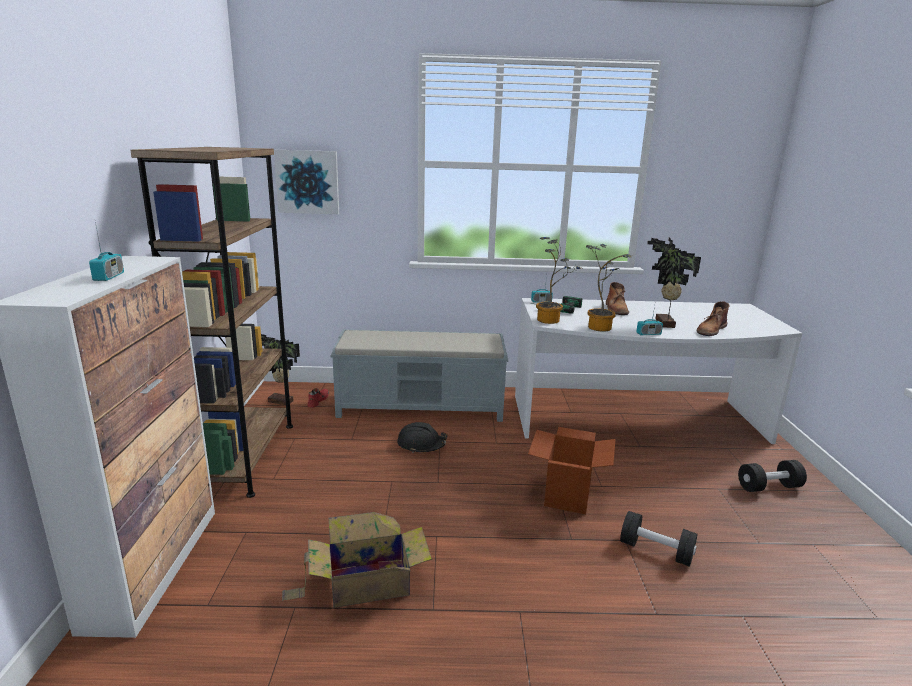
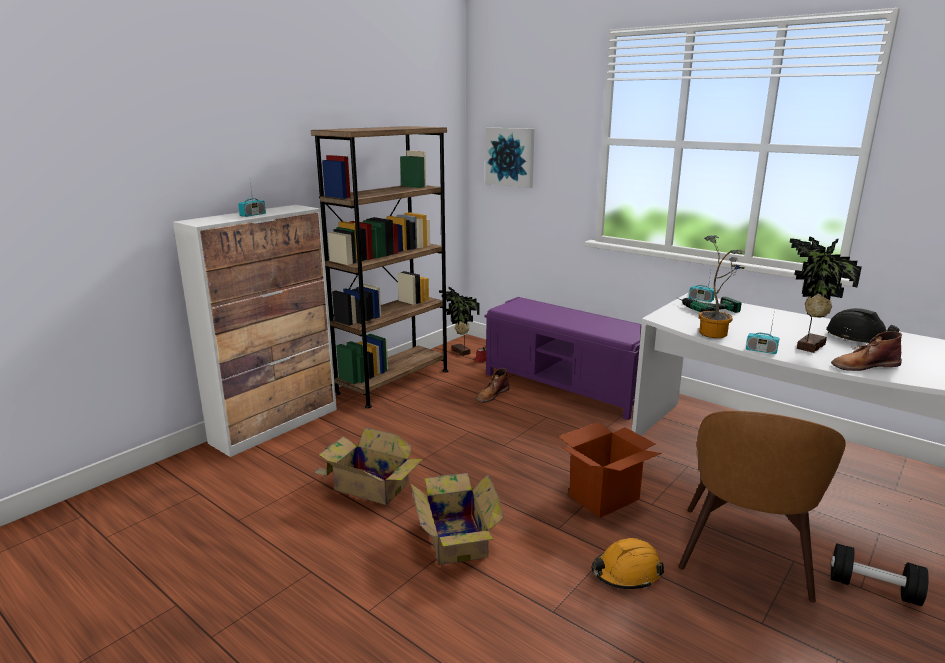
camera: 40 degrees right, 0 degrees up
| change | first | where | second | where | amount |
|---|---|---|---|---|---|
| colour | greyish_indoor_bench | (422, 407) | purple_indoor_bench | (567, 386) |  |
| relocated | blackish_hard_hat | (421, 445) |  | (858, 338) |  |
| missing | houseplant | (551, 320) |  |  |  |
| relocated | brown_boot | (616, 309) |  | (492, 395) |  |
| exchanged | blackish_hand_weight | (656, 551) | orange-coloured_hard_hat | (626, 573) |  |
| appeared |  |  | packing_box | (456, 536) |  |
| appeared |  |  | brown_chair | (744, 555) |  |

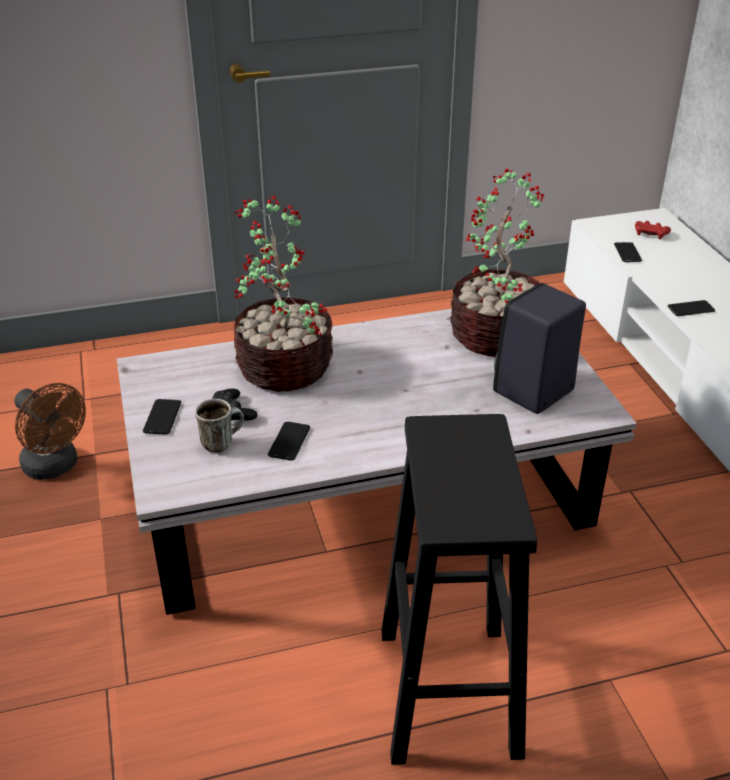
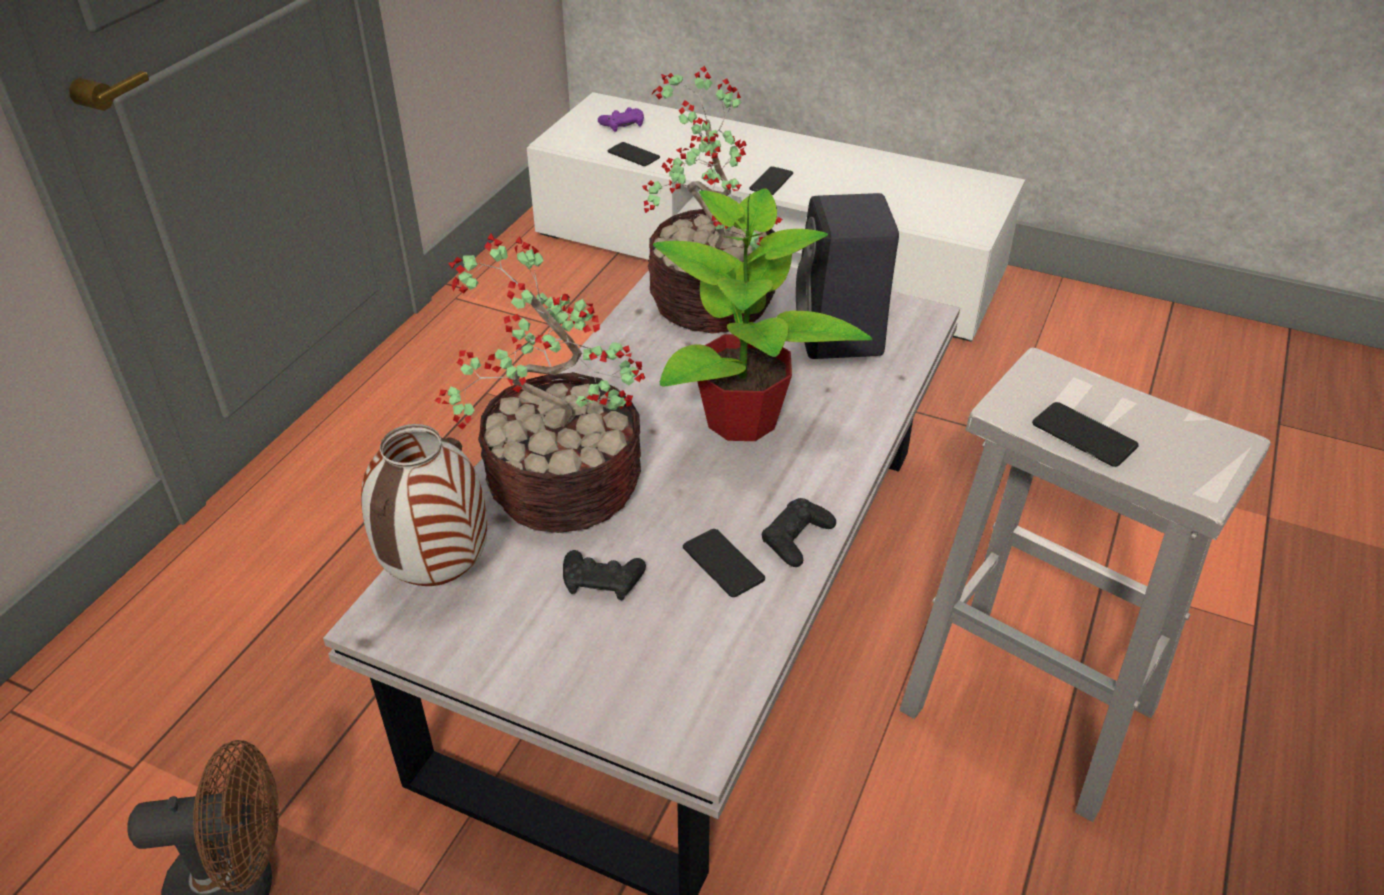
camera: 50 degrees left, 5 degrees up
| change | first | where | second | where | amount |
|---|---|---|---|---|---|
| relocated | phone | (162, 417) |  | (1084, 435) |  |
| missing | tea_mug | (222, 442) |  |  |  |
| colour | blackish_sitting_stool | (449, 694) | white_sitting_stool | (1032, 711) |  |
| colour | red_joypad | (650, 233) | purple_joypad | (622, 124) |  |
| appeared |  |  | flower_vase | (438, 573) |  |
| appeared |  |  | houseplant | (742, 421) |  |
| appeared |  |  | blackish_joypad | (796, 538) |  |

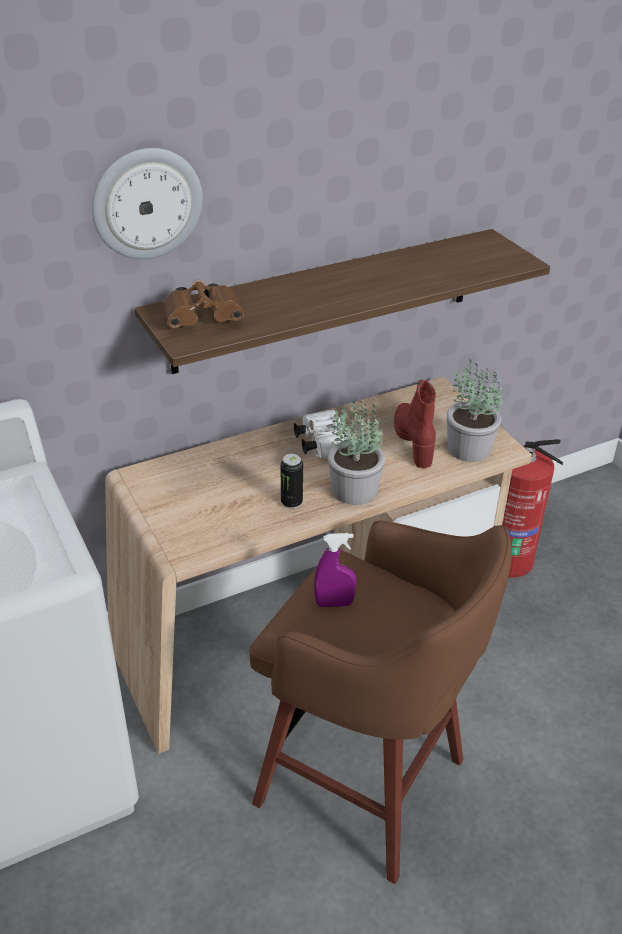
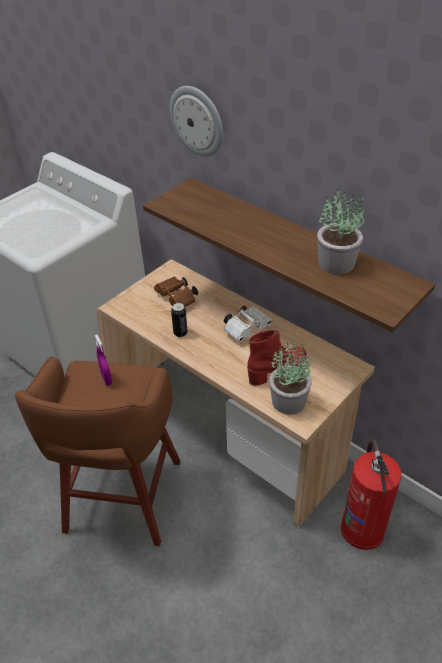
camera: 70 degrees right, 5 degrees up
| change | first | where | second | where | amount |
|---|---|---|---|---|---|
| relocated | brown_field_glasses | (205, 319) |  | (178, 299) |  |
| relocated | houseplant | (354, 489) |  | (337, 263) |  |

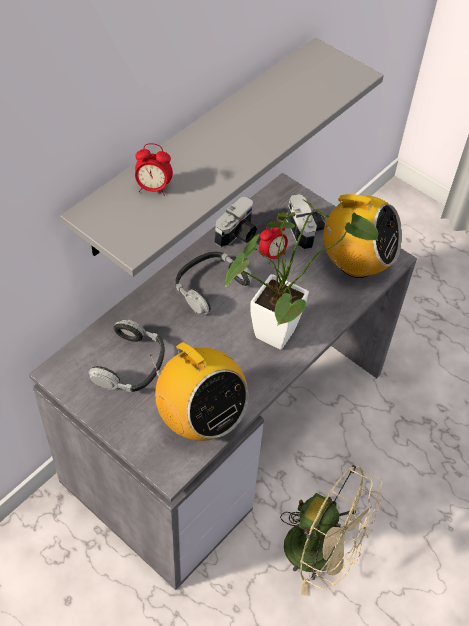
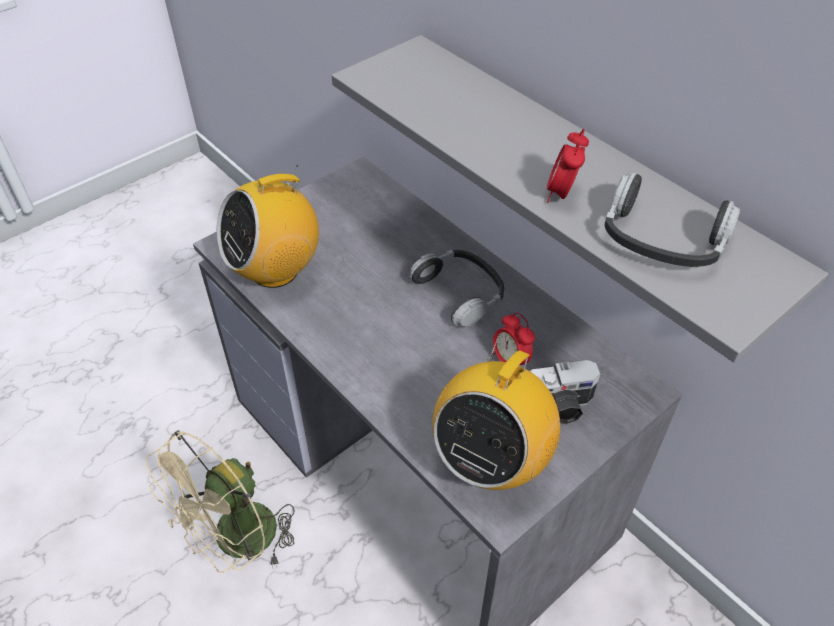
camera: 100 degrees right, 5 degrees down
| change | first | where | second | where | amount |
|---|---|---|---|---|---|
| relocated | headphones | (131, 365) |  | (663, 238) |  |
| relocated | bedside_clock | (153, 188) |  | (562, 194) |  |
| missing | photo_camera | (238, 235) |  |  |  |
| missing | houseplant | (280, 327) |  |  |  |

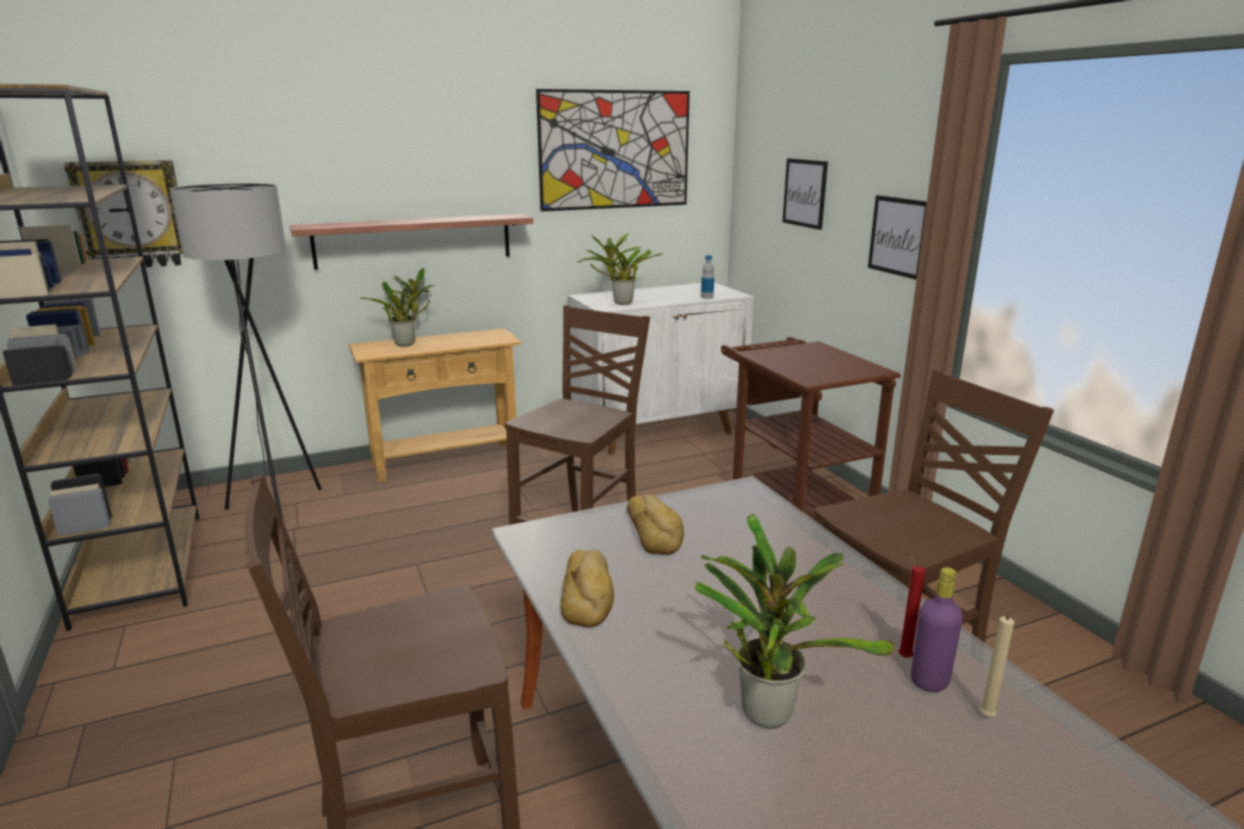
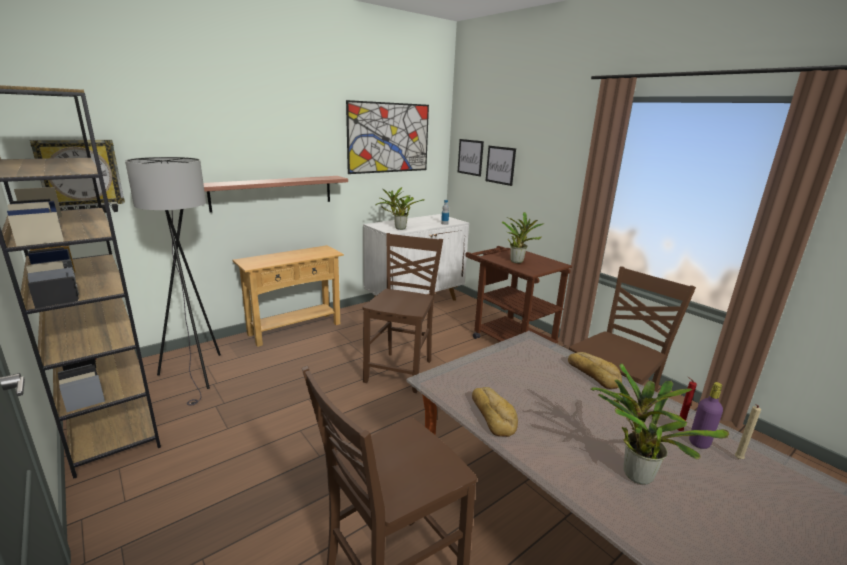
camera: 15 degrees left, 0 degrees up
| change | first | where | second | where | amount |
|---|---|---|---|---|---|
| relocated | houseplant | (407, 343) |  | (517, 261) |  |
| relocated | bakery_bread | (654, 531) |  | (593, 374) |  |
| relocated | wall_picture | (898, 236) |  | (470, 157) |  |

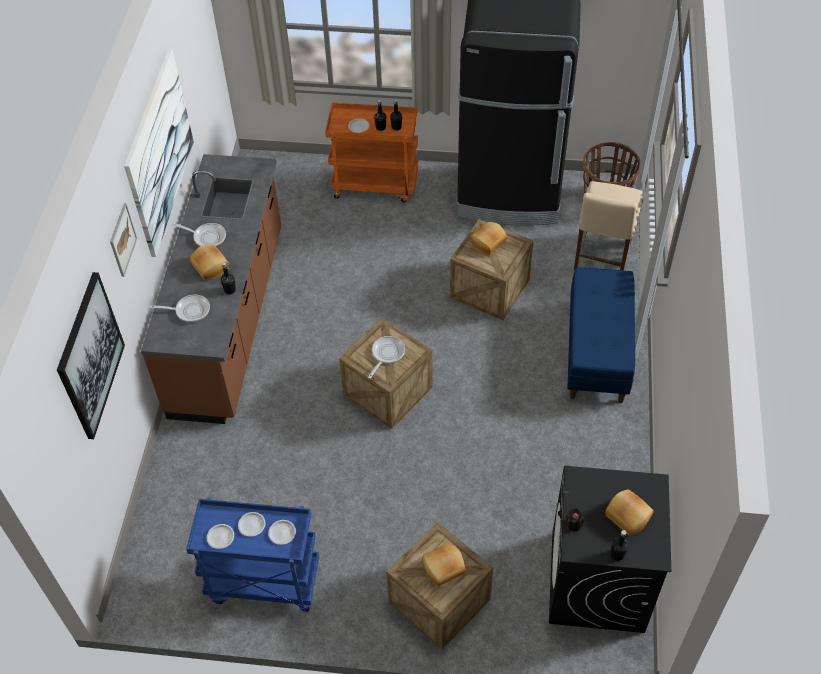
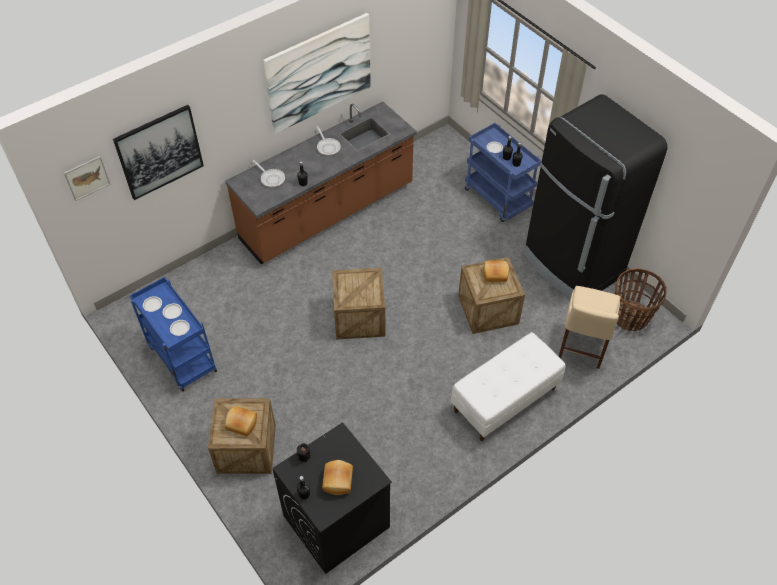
camera: 45 degrees right, 0 degrees up
| change | first | where | second | where | amount |
|---|---|---|---|---|---|
| relocated | wall_picture | (122, 240) |  | (87, 178) |  |
| missing | bakery_bread | (211, 266) |  |  |  |
| colour | orange-coloured_wheeled_cart | (376, 185) | blue_wheeled_cart | (498, 199) |  |
| missing | frying_pan | (386, 354) |  |  |  |
| colour | blue_indoor_bench | (597, 352) | white_indoor_bench | (504, 400) |  |
| spun | beige-coloured_chair | (601, 258) |  | (581, 348) | 45 degrees counterclockwise |

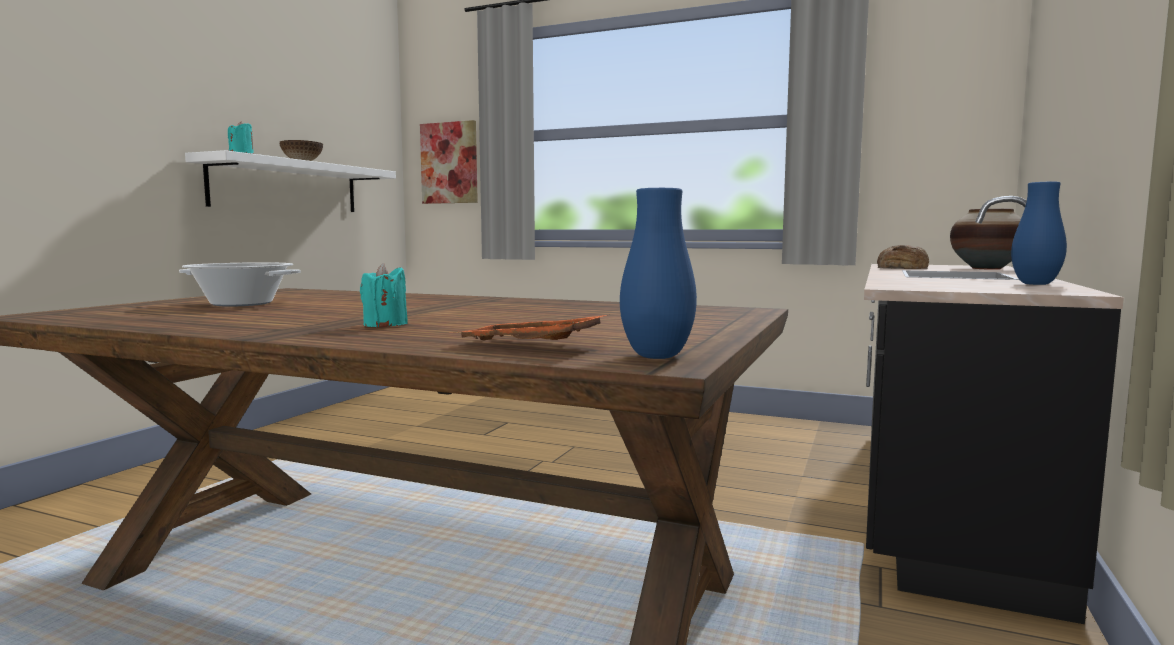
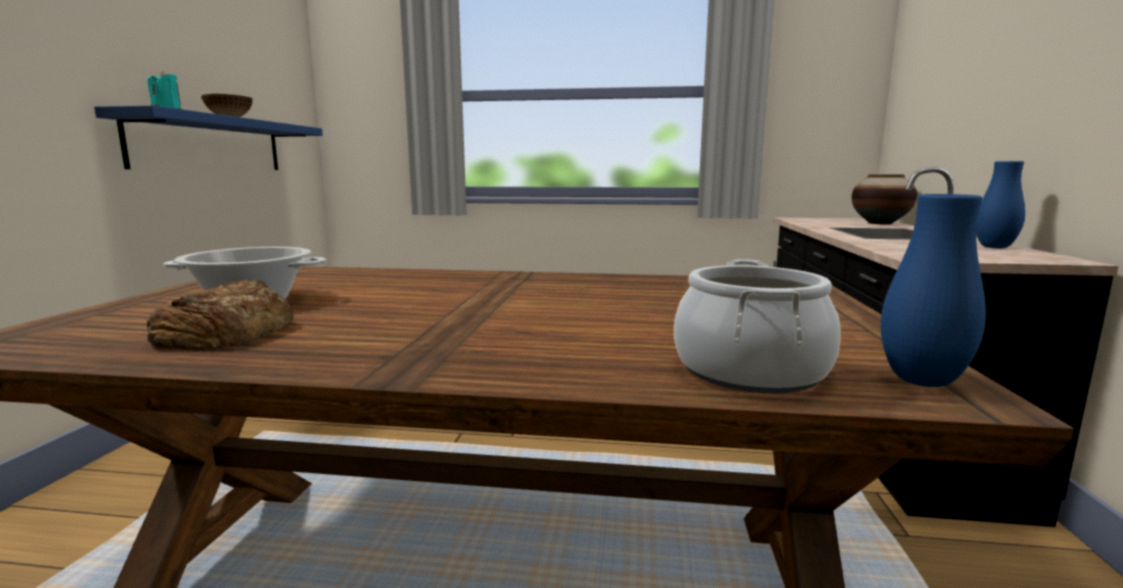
camera: 15 degrees left, 5 degrees up
| change | first | where | second | where | amount |
|---|---|---|---|---|---|
| colour | white_bracket_shelf | (287, 187) | blue_bracket_shelf | (210, 145) |  |
| missing | turquoise-coloured_wax_light | (385, 325) |  |  |  |
| missing | wall_picture | (449, 163) |  |  |  |
| exchanged | orange-coloured_serving_tray | (529, 346) | saucepot | (751, 371) |  |
| relocated | bakery_bread | (901, 267) |  | (227, 332) |  |

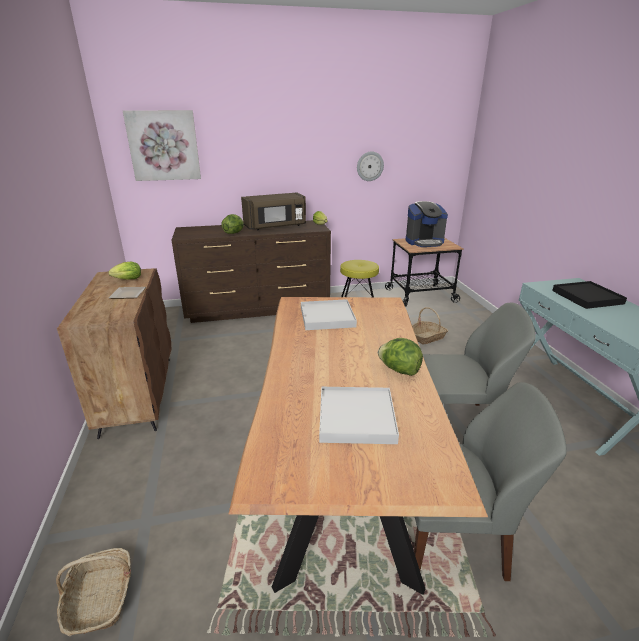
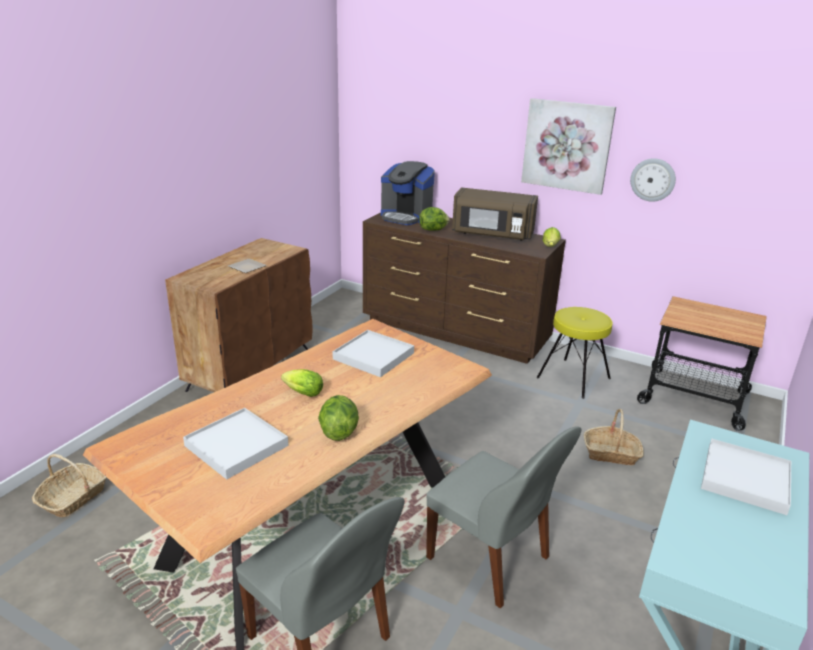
camera: 40 degrees right, 0 degrees up
| change | first | where | second | where | amount |
|---|---|---|---|---|---|
| relocated | head_of_lettuce | (126, 280) |  | (301, 393) |  |
| relocated | wall_picture | (164, 146) |  | (567, 145) |  |
| relocated | coffee_machine | (424, 242) |  | (406, 217) |  |
| colour | blackish_serving_tray | (587, 297) | white_serving_tray | (745, 479) |  |

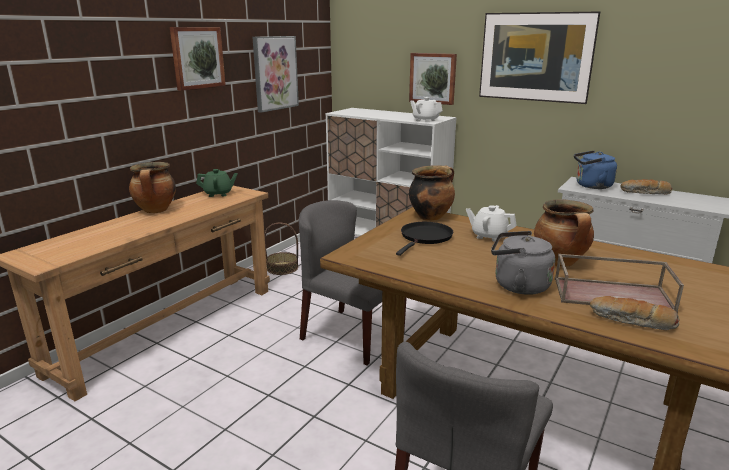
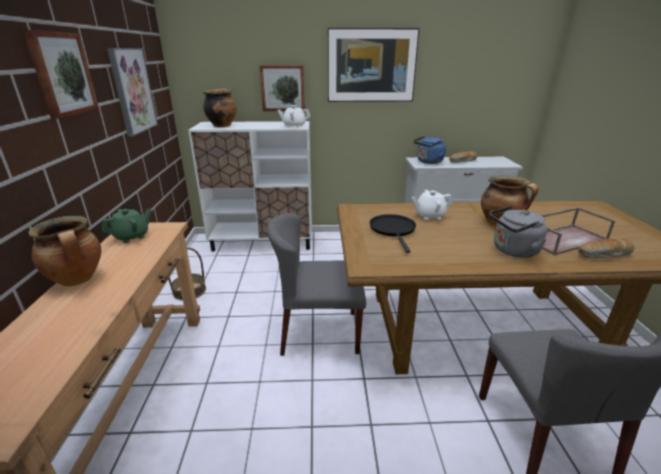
camera: 35 degrees left, 5 degrees up
| change | first | where | second | where | amount |
|---|---|---|---|---|---|
| relocated | saucepot | (431, 216) |  | (222, 125) |  |

